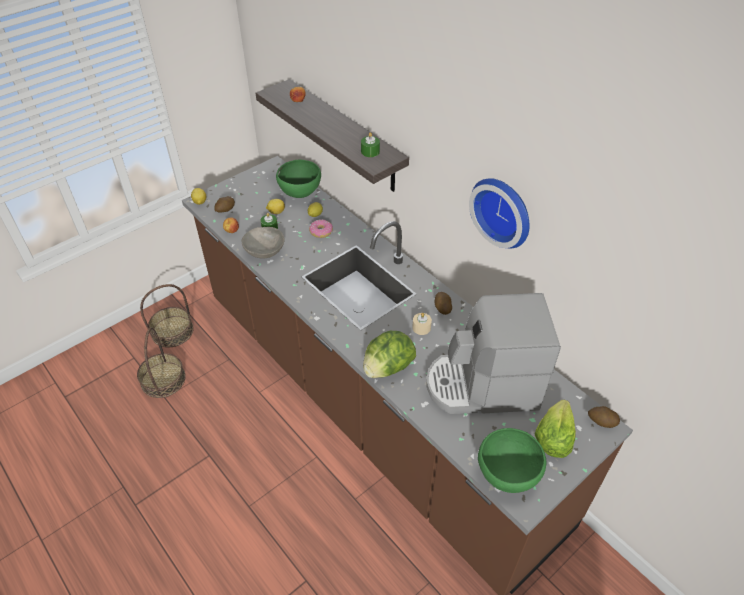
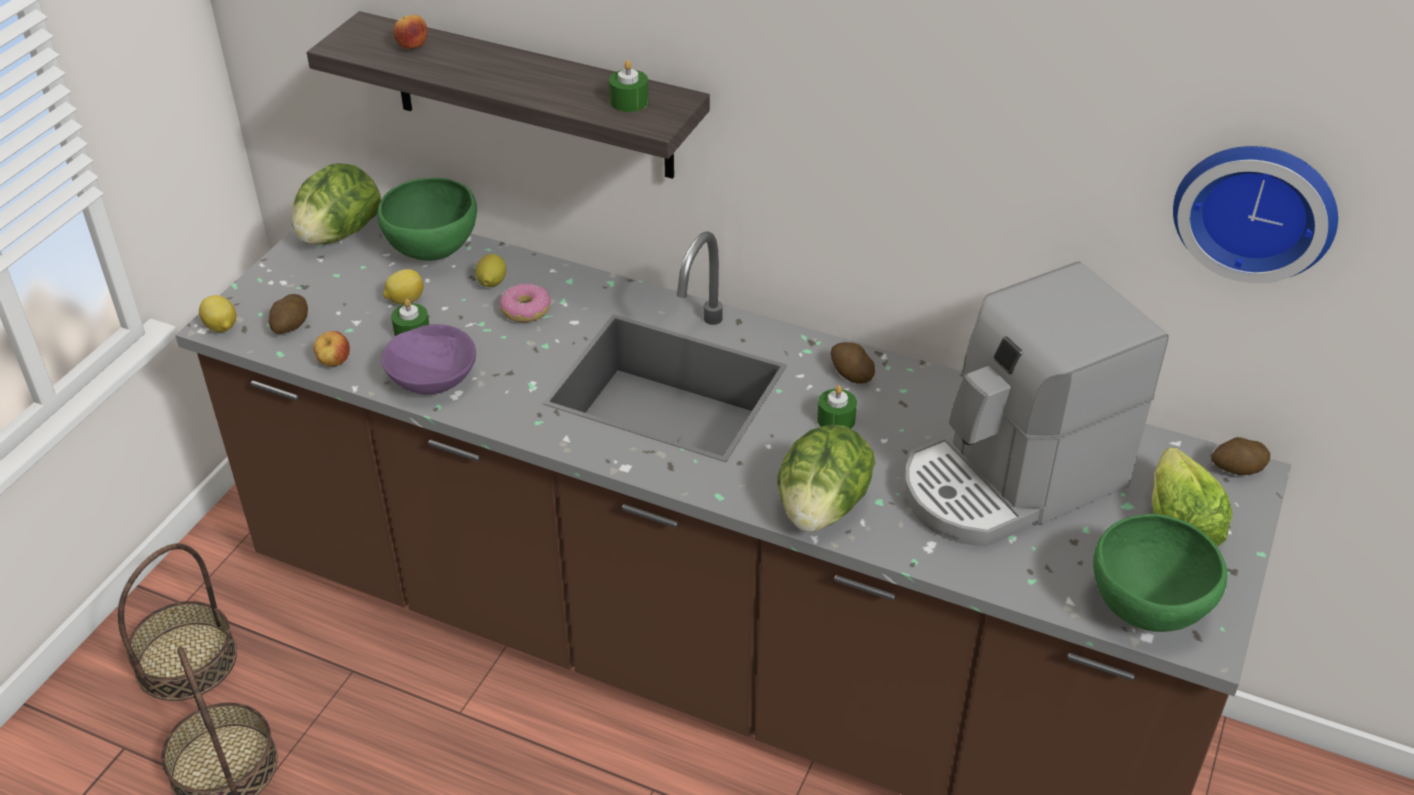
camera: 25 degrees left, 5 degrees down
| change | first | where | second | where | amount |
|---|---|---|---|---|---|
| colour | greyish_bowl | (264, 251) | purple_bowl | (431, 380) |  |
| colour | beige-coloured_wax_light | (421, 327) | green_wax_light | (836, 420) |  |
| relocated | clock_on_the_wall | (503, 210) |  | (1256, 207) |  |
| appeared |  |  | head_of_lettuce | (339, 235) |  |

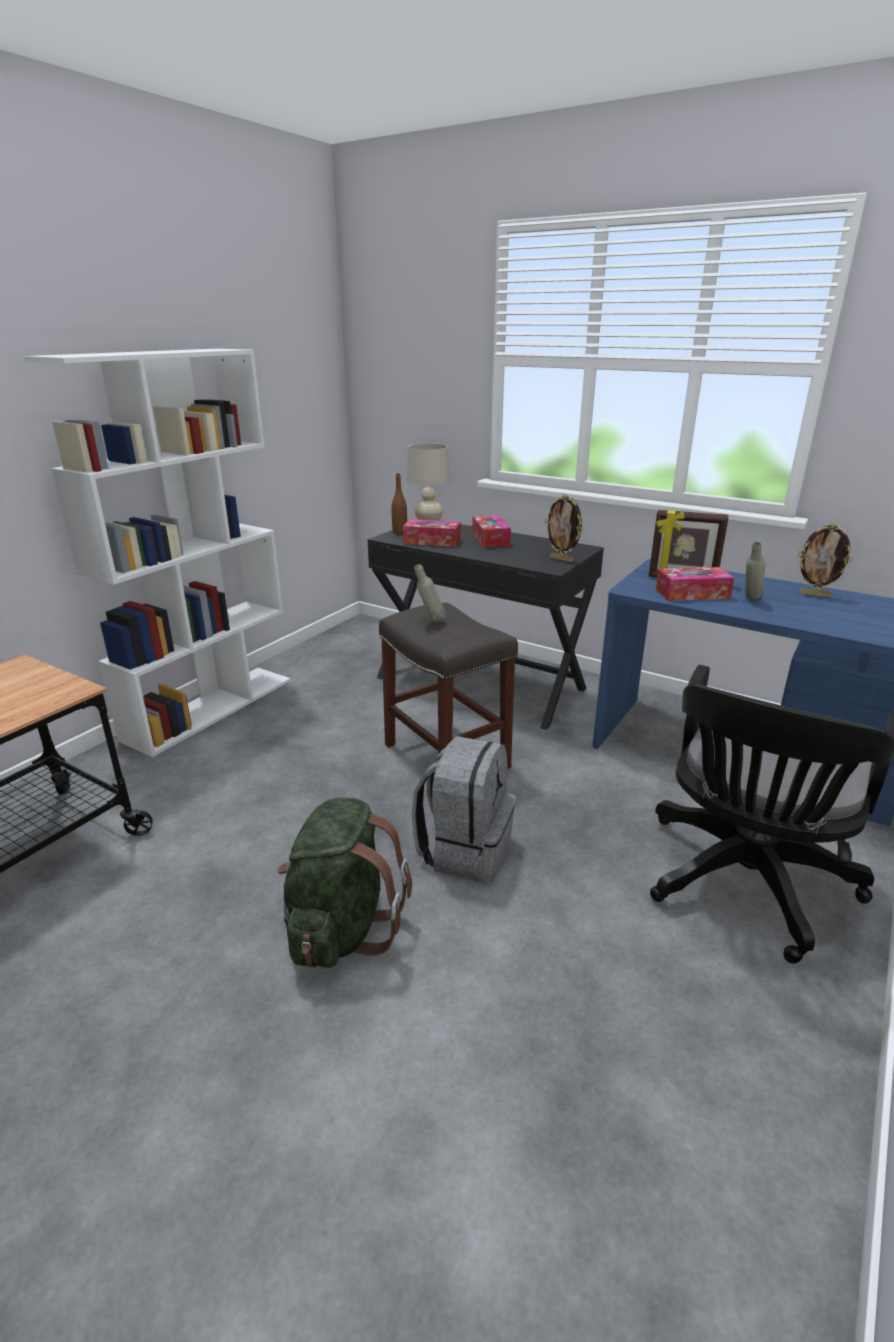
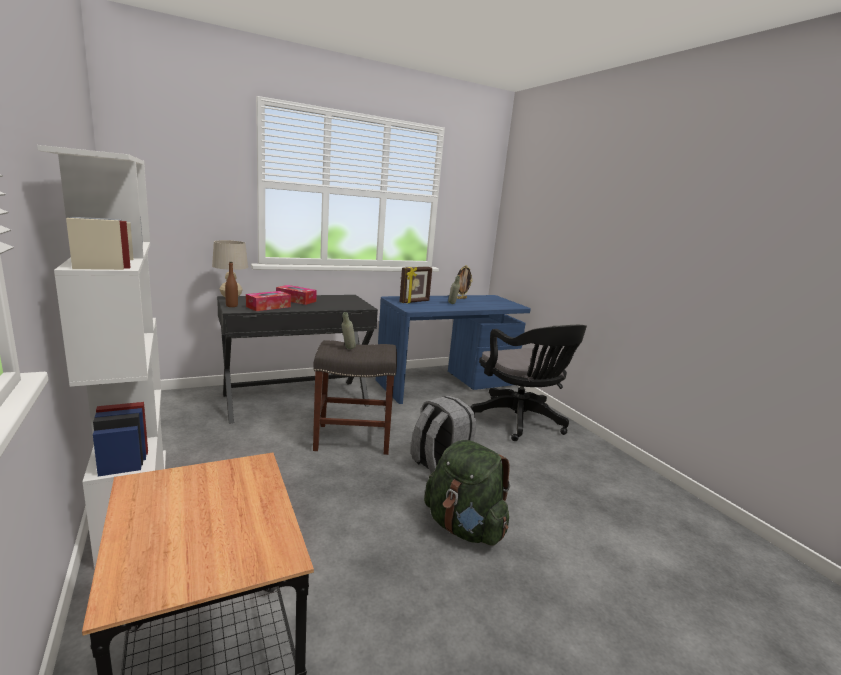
camera: 60 degrees left, 10 degrees down
| change | first | where | second | where | amount |
|---|---|---|---|---|---|
| missing | picture_frame | (561, 559) |  |  |  |
| missing | box_of_tissues | (692, 593) |  |  |  |

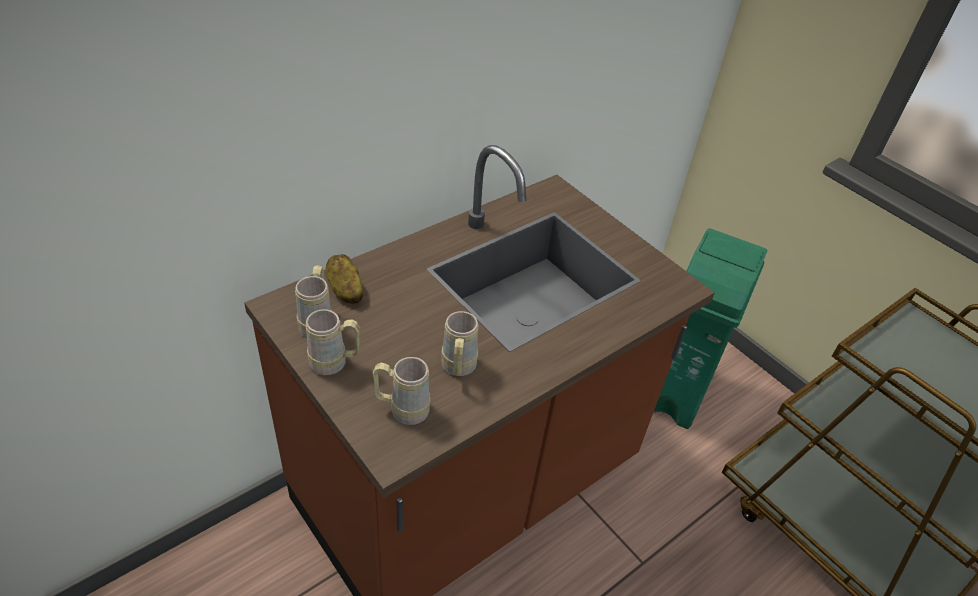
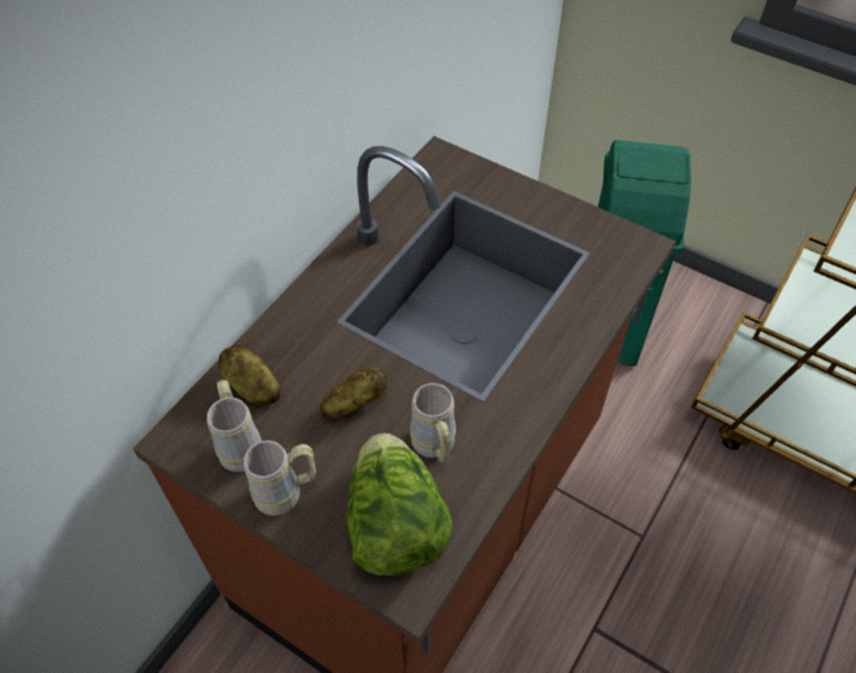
camera: 15 degrees left, 10 degrees up
| change | first | where | second | where | amount |
|---|---|---|---|---|---|
| exchanged | beige-coloured_tea_mug | (402, 409) | head_of_lettuce | (394, 525) |  |
| appeared |  |  | spud | (355, 403) |  |

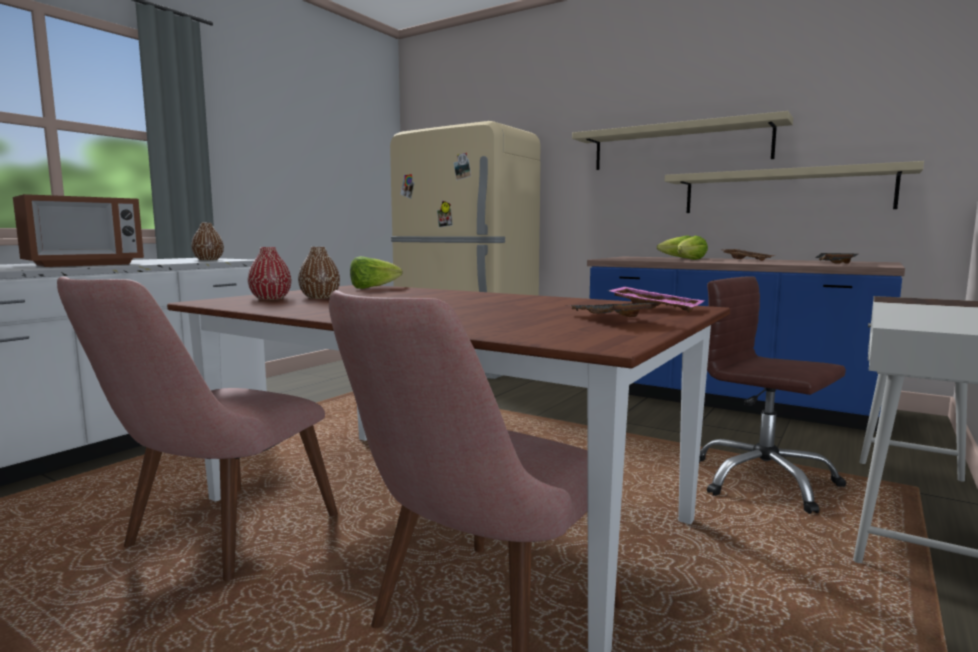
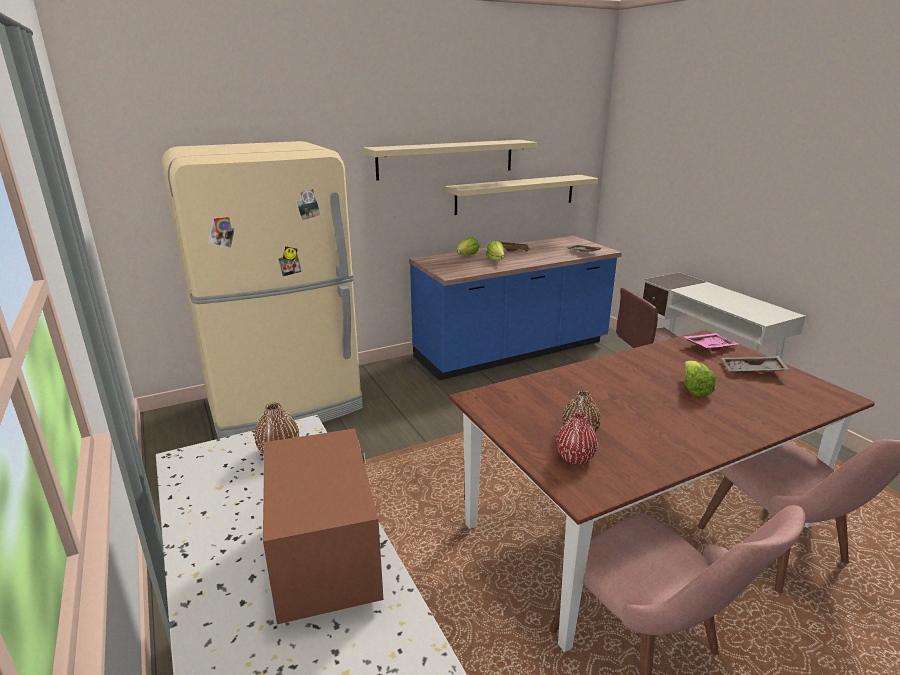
camera: 60 degrees left, 15 degrees up
| change | first | where | second | where | amount |
|---|---|---|---|---|---|
| relocated | head_of_lettuce | (373, 288) |  | (694, 389) |  |

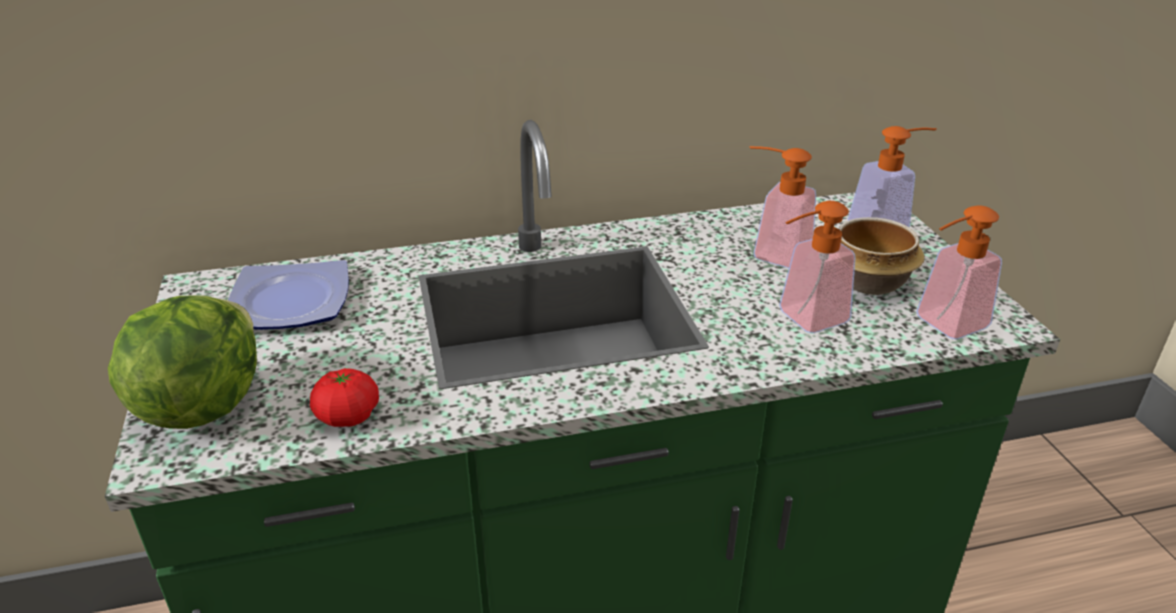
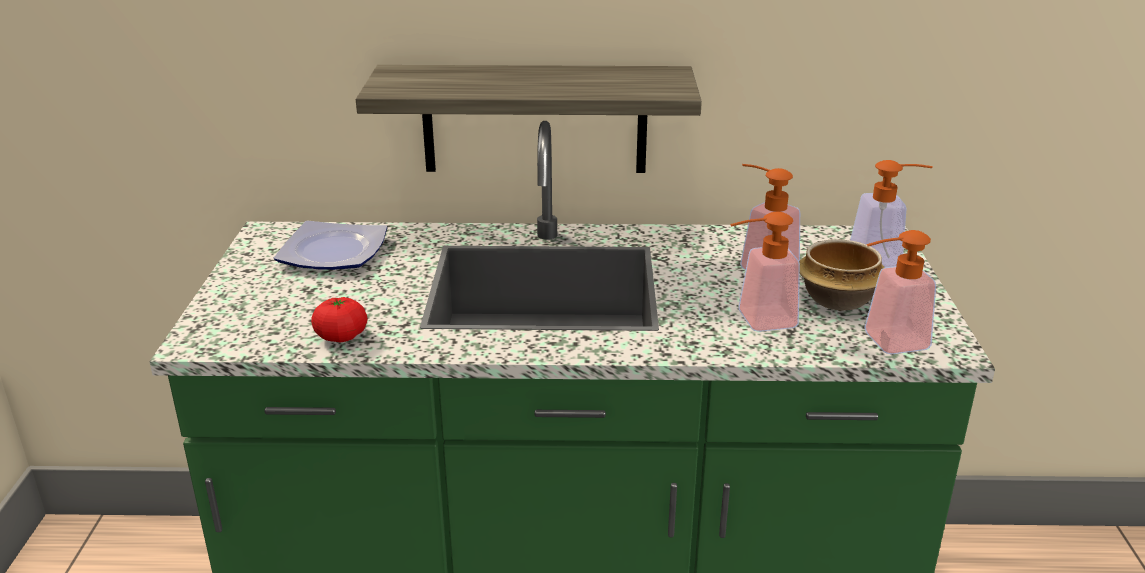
camera: 15 degrees right, 5 degrees down
| change | first | where | second | where | amount |
|---|---|---|---|---|---|
| missing | head_of_lettuce | (200, 404) |  |  |  |
| appeared |  |  | bracket_shelf | (534, 119) |  |

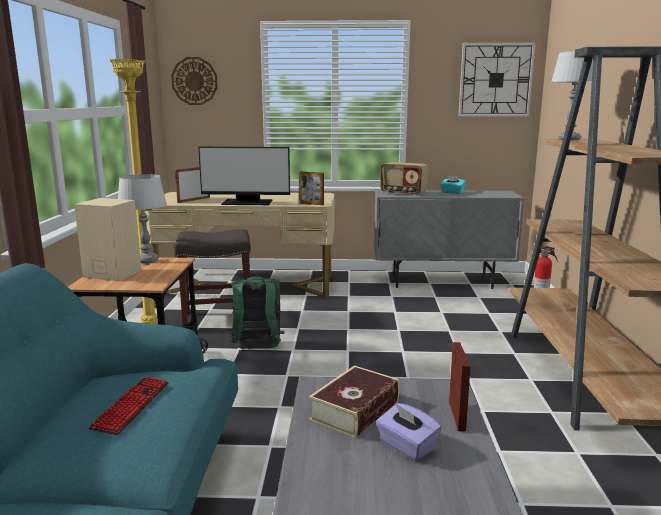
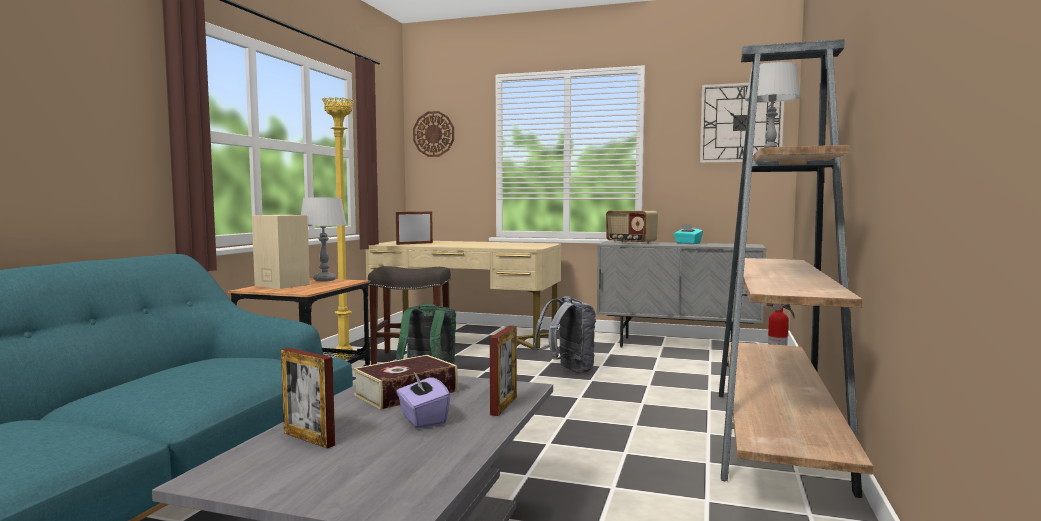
camera: 15 degrees right, 10 degrees down
| change | first | where | second | where | amount |
|---|---|---|---|---|---|
| missing | computer_keyboard | (132, 406) |  |  |  |
| missing | monitor | (247, 202) |  |  |  |
| relocated | picture_frame | (311, 204) |  | (308, 439) |  |
| appeared |  |  | greyish_knapsack | (568, 370) |  |

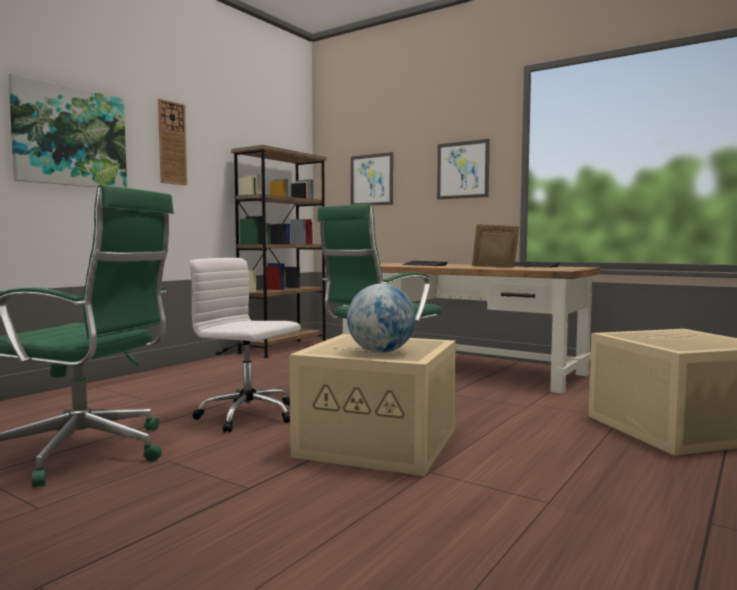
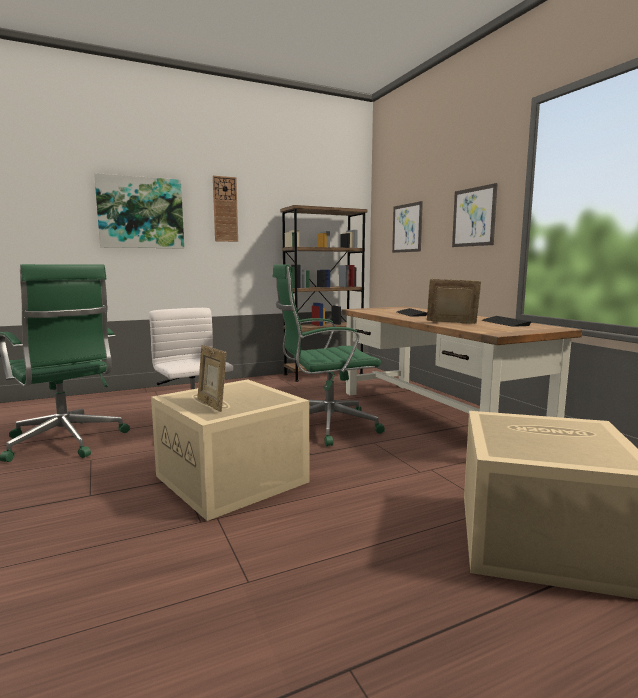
camera: 30 degrees right, 5 degrees up
| change | first | where | second | where | amount |
|---|---|---|---|---|---|
| exchanged | desk_globe | (381, 352) | picture_frame | (212, 405) |  |

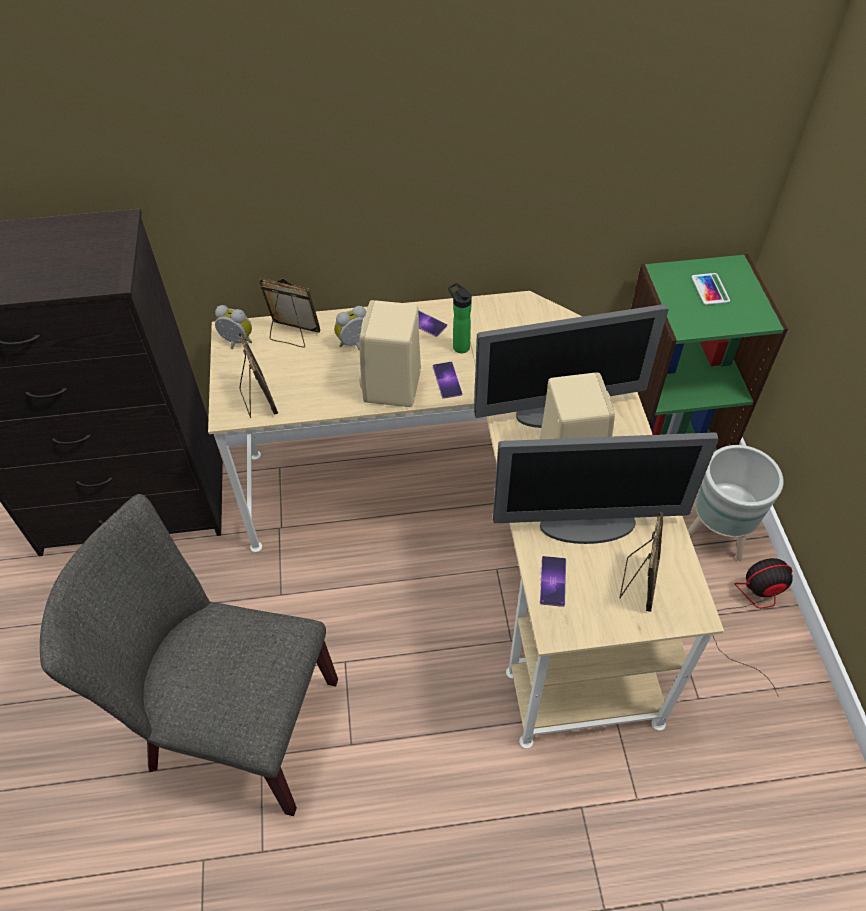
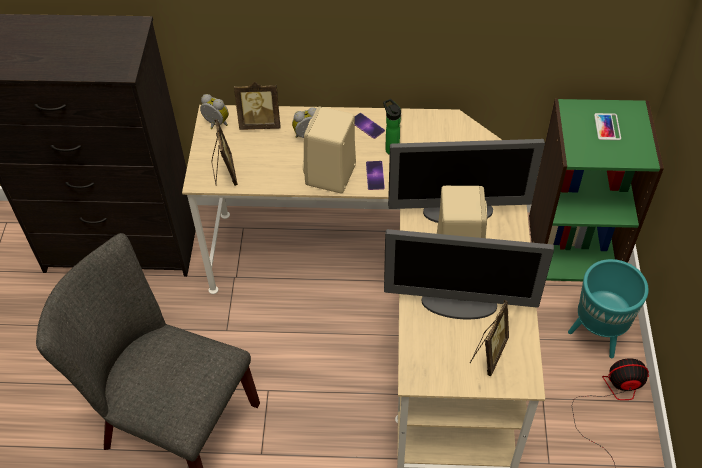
camera: 10 degrees right, 0 degrees up
| change | first | where | second | where | amount |
|---|---|---|---|---|---|
| spun | picture_frame | (292, 335) |  | (260, 123) | 150 degrees clockwise |
| missing | phone | (553, 581) |  |  |  |
| colour | greyish_flower_pot | (715, 535) | turquoise-coloured_flower_pot | (596, 334) |  |

